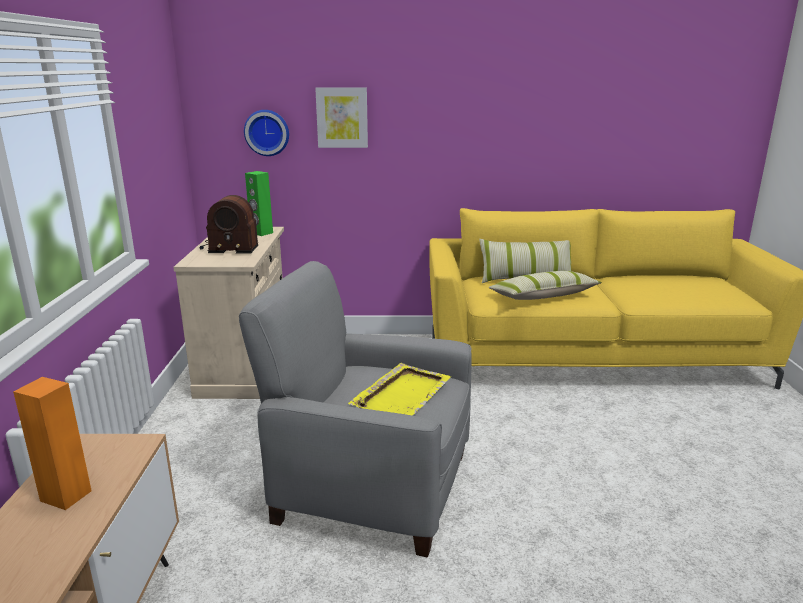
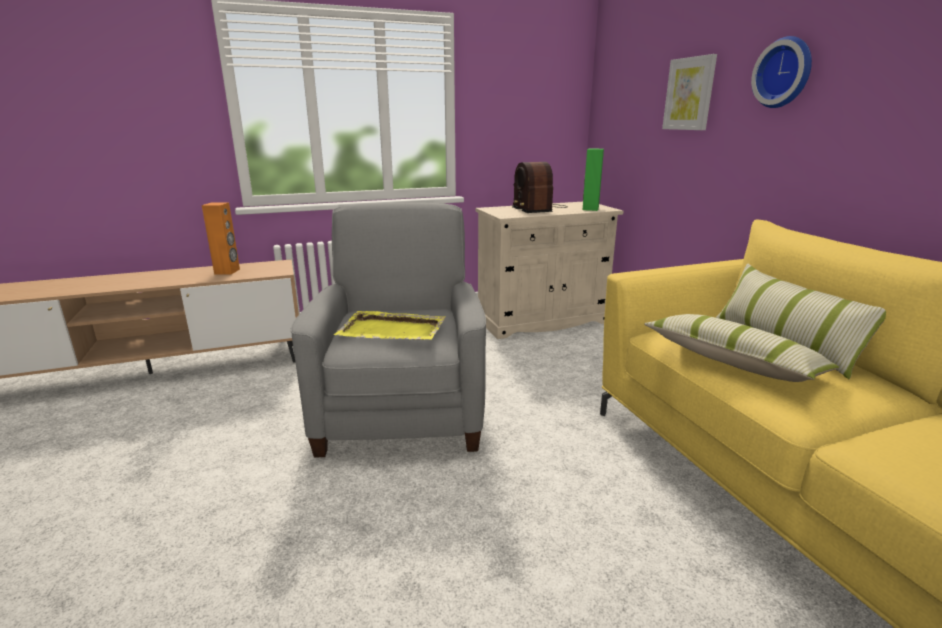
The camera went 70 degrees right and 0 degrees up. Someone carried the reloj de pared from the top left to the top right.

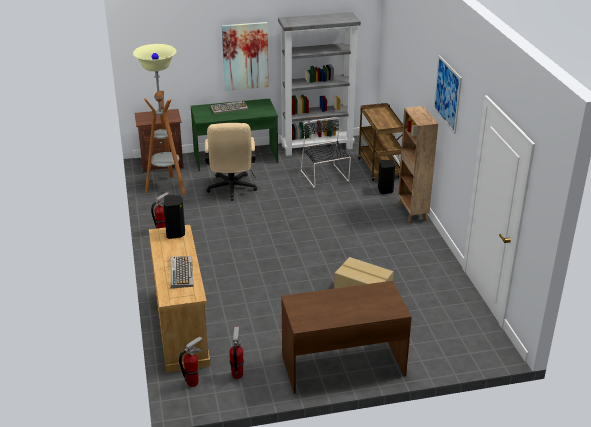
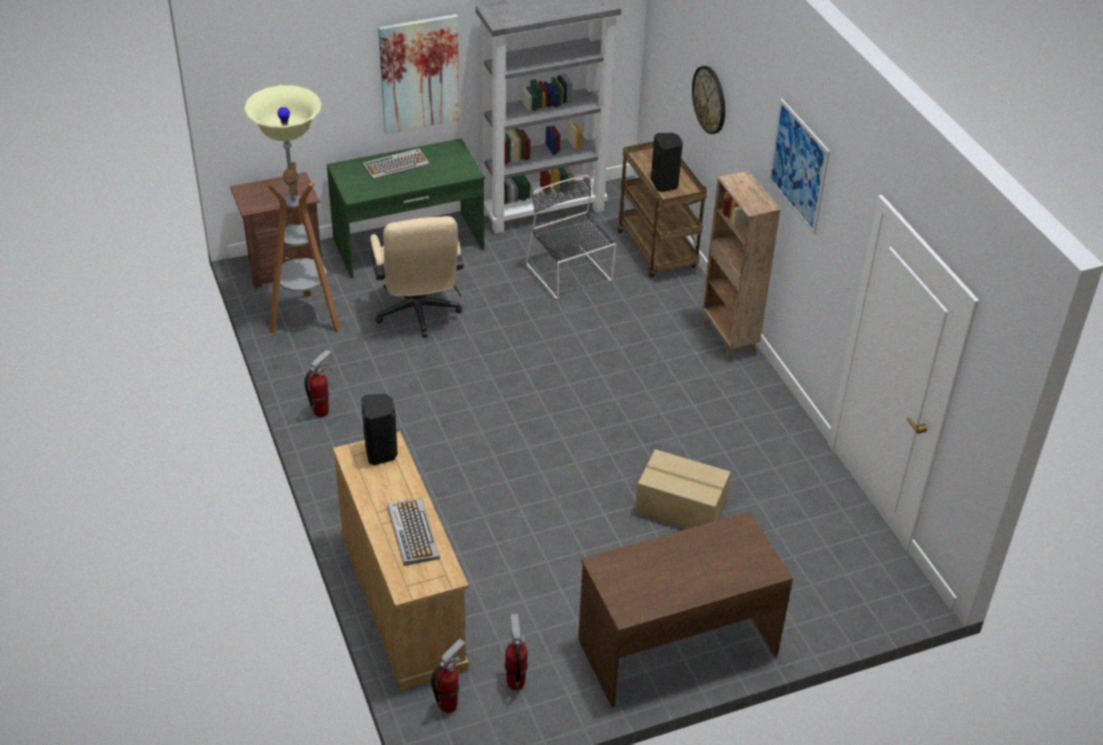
The camera went 10 degrees left and 10 degrees up. Someone carried the altavoz [negro] (2nd from left) from the centre to the top centre. Someone put up the reloj de pared at the top centre.

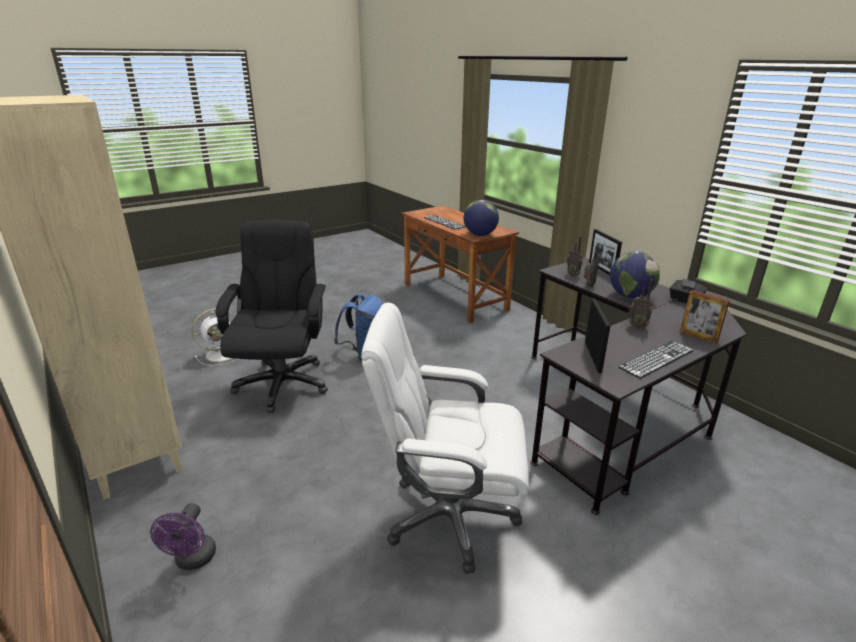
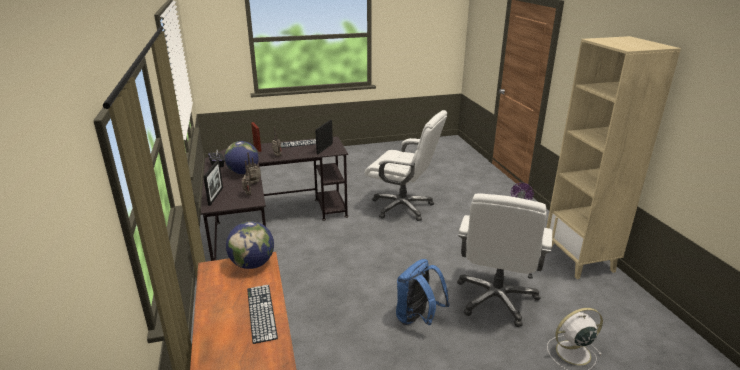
The camera went 160 degrees left and 0 degrees up. Someone repainted the silla de oficina [negro] at the middle left, which became the silla de oficina [blanco] (2nd from left) at the bottom right.

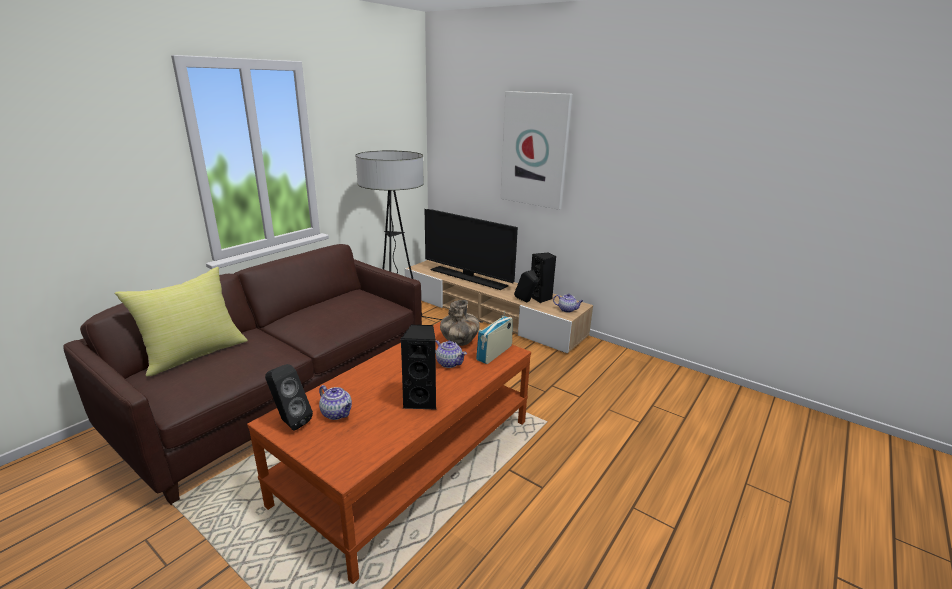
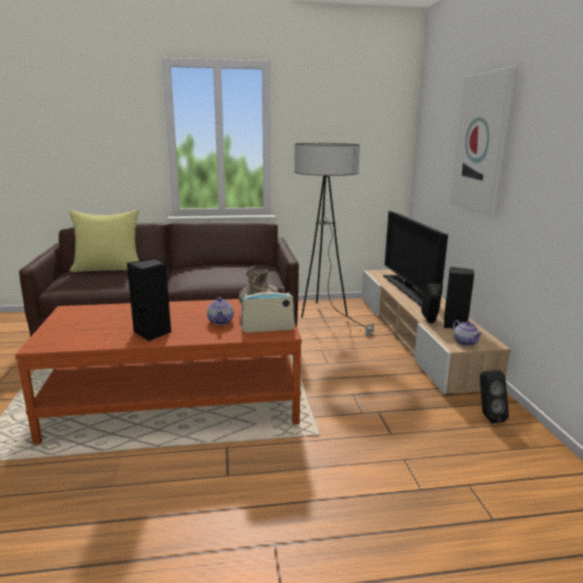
The camera went 45 degrees right and 5 degrees down. Someone carried the altavoz [negro] (1st from left in the first image) from the bottom left to the bottom right. Someone took away the tetera (1st from left) at the bottom centre.

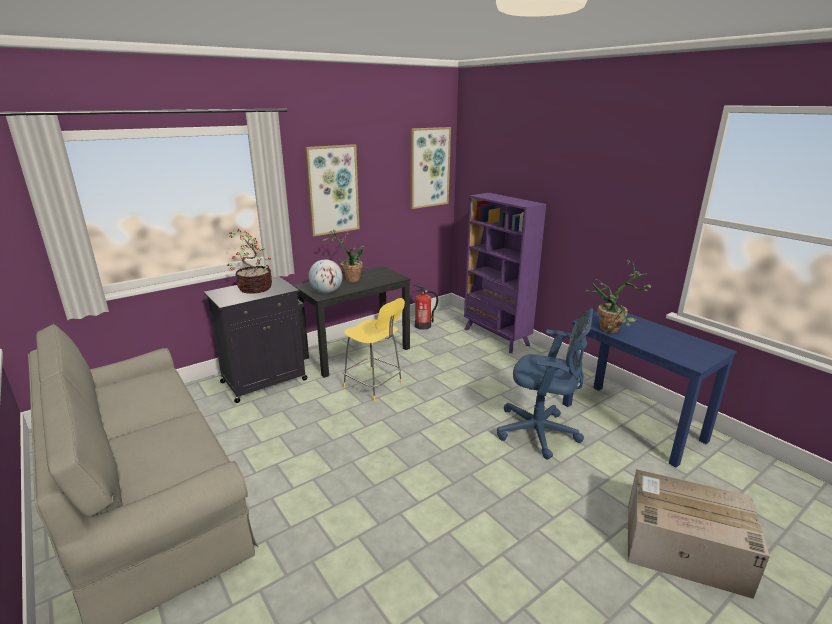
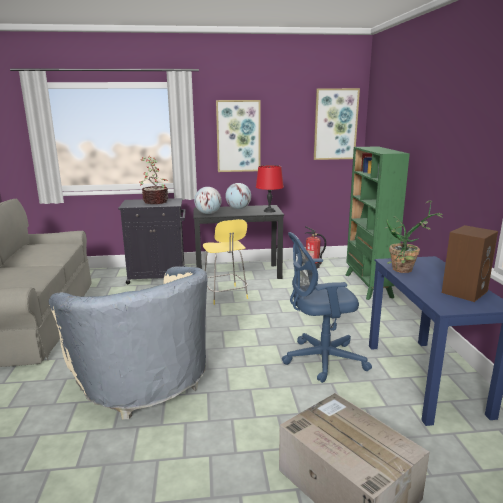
The camera went 30 degrees right and 5 degrees down. Someone repainted the estantería [morado] at the centre, which became the estantería [verde] at the middle right. Someone swapped the planta en maceta (2nd from left) at the centre for the globo terráqueo (2nd from left) at the centre. Someone rotated the silla de oficina [azul] at the centre by 120 degrees clockwise. Someone put down the lámpara de mesa [rojo] at the centre. Someone put down the altavoz [marrón] at the middle right. Someone put down the sillón [beis] at the bottom left.

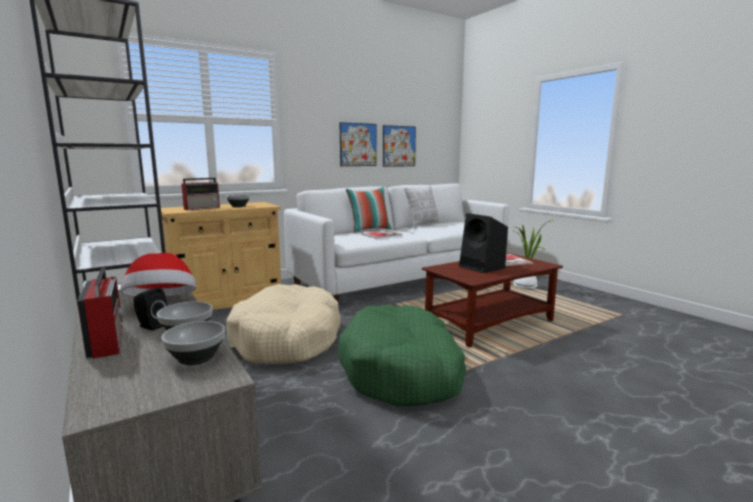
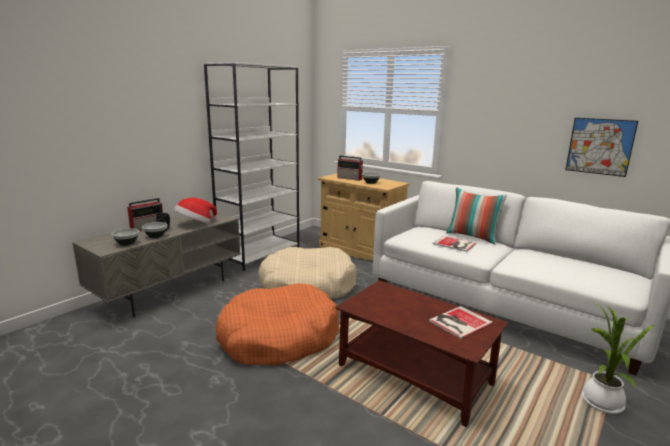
The camera went 70 degrees right and 5 degrees up. Someone took away the cuadro (1st from left) at the top centre. Someone took away the cojín (2nd from left) at the centre. Someone took away the altavoz [negro] (2nd from left) at the centre. Someone repainted the cama para perro [verde] at the bottom centre, which became the cama para perro [naranja] at the bottom centre.

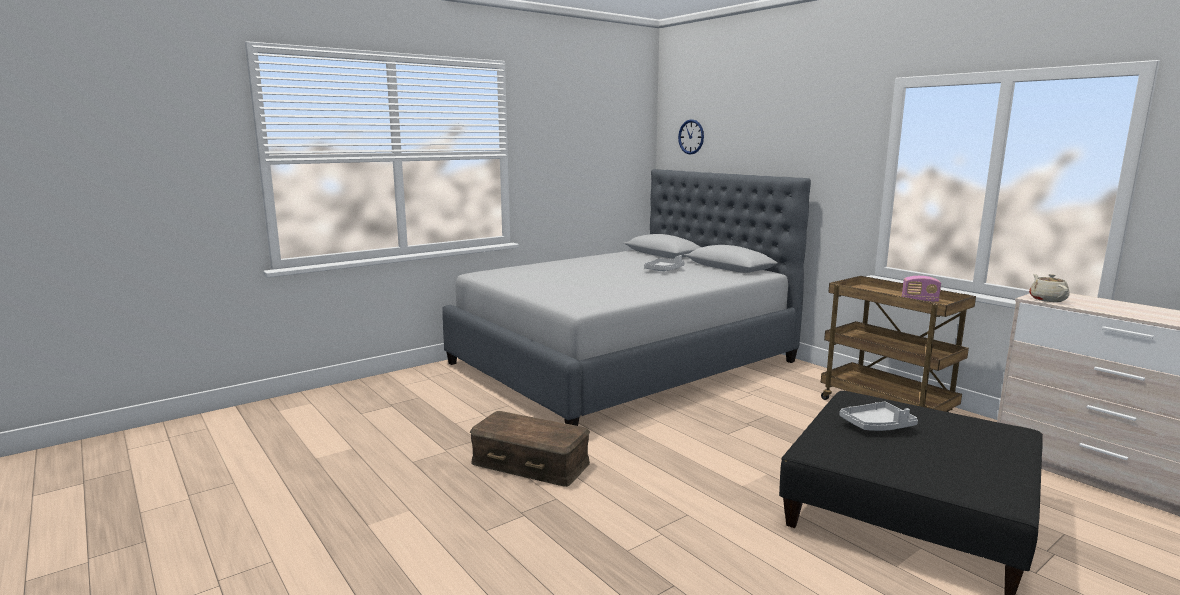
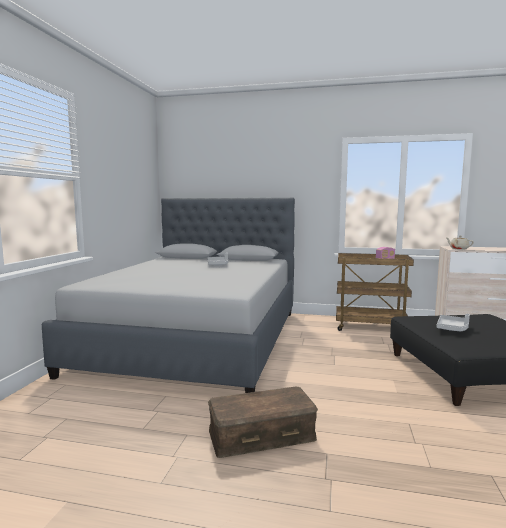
The camera went 40 degrees left and 5 degrees down. Someone took away the reloj de pared at the top centre.

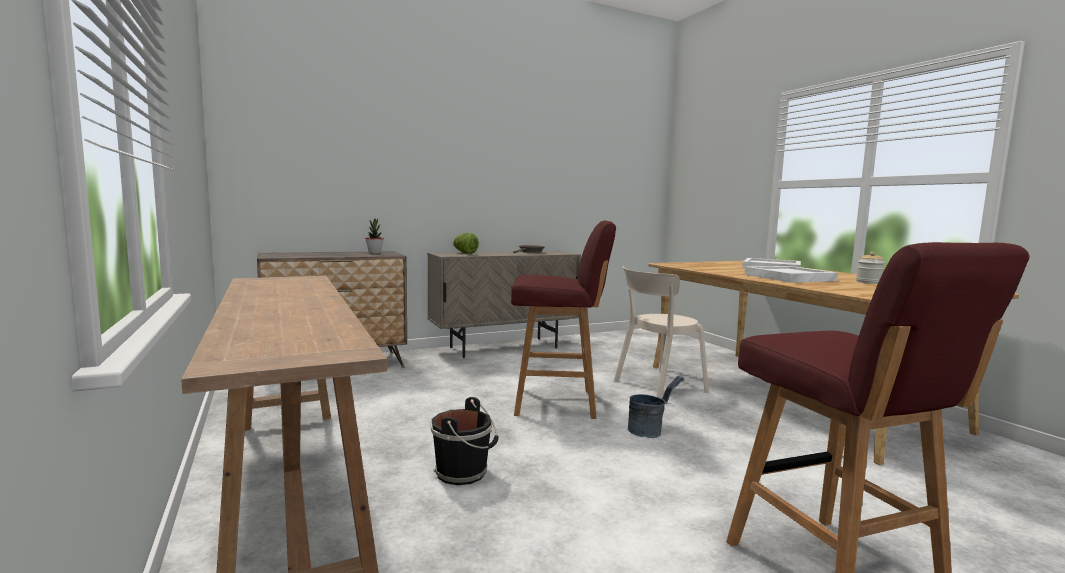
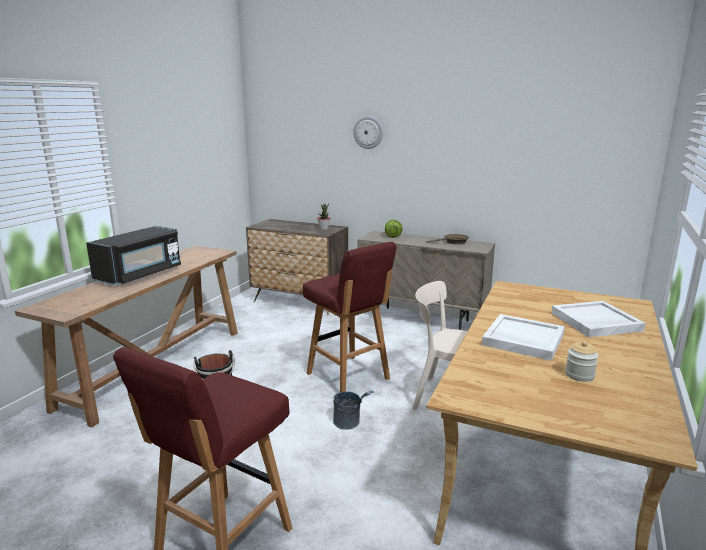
The camera went 50 degrees right and 10 degrees up. Someone put up the reloj de pared at the top centre. Someone put down the microondas [negro] at the middle left.

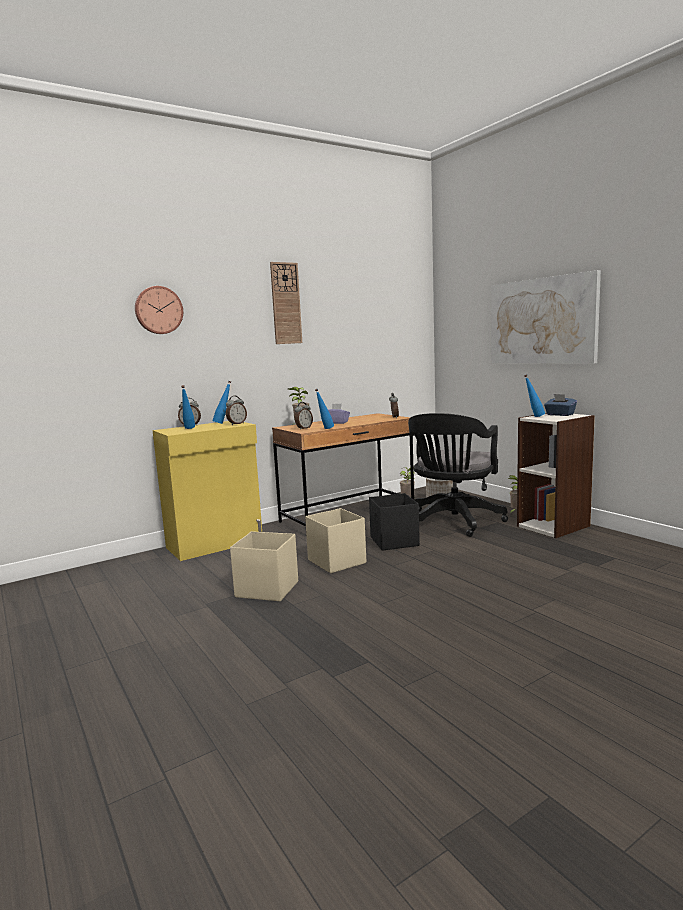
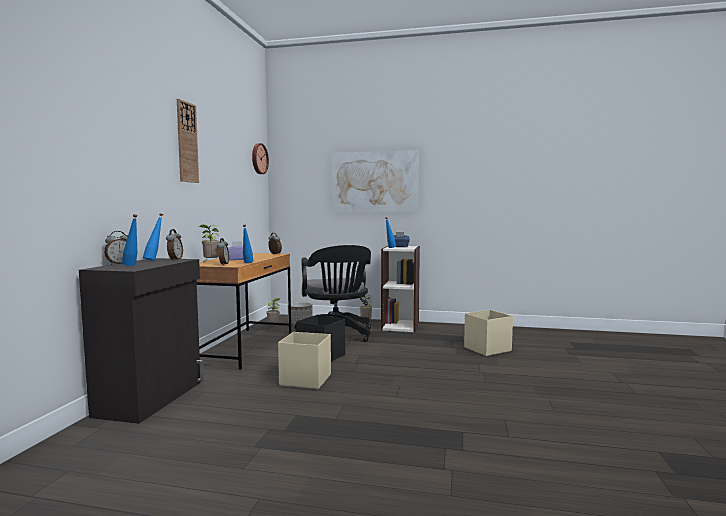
The camera went 45 degrees left and 5 degrees down. Someone carried the reloj de pared (1st from left in the first image) from the middle left to the top centre. Someone repainted the armario [amarillo] at the middle left, which became the armario [negro] at the middle left. Someone carried the caja de almacenaje [beis] (1st from left in the first image) from the centre to the middle right.

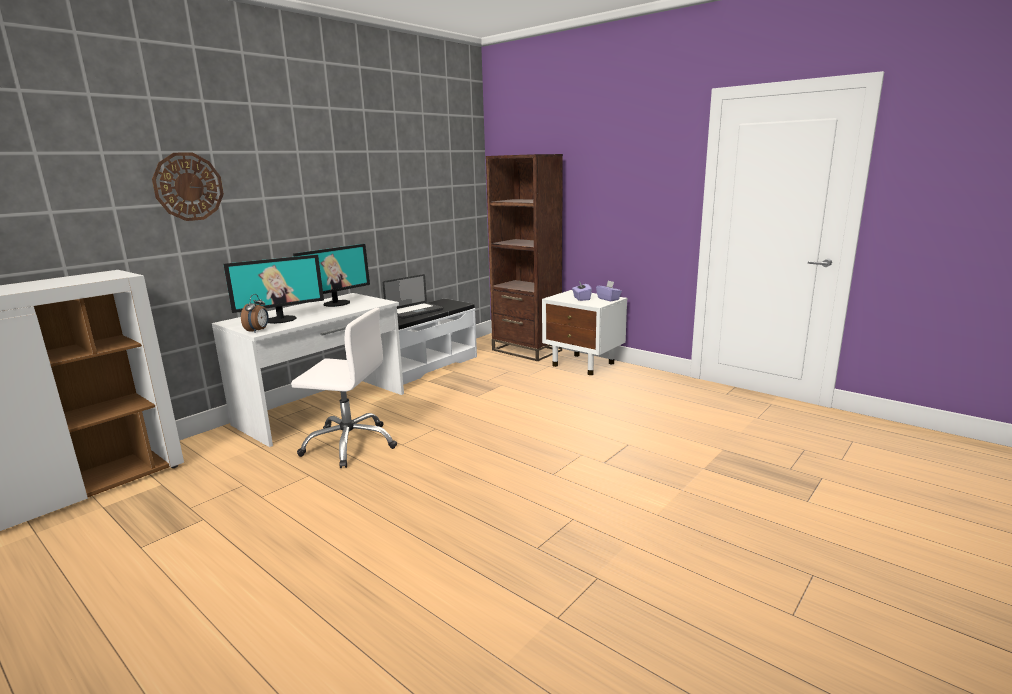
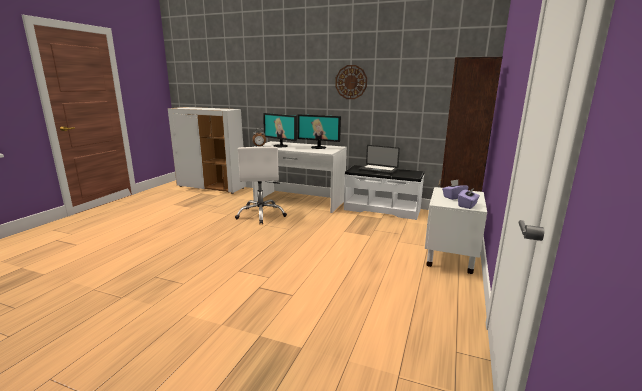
The camera went 70 degrees right and 0 degrees up. Someone carried the reloj de pared from the top left to the top centre.

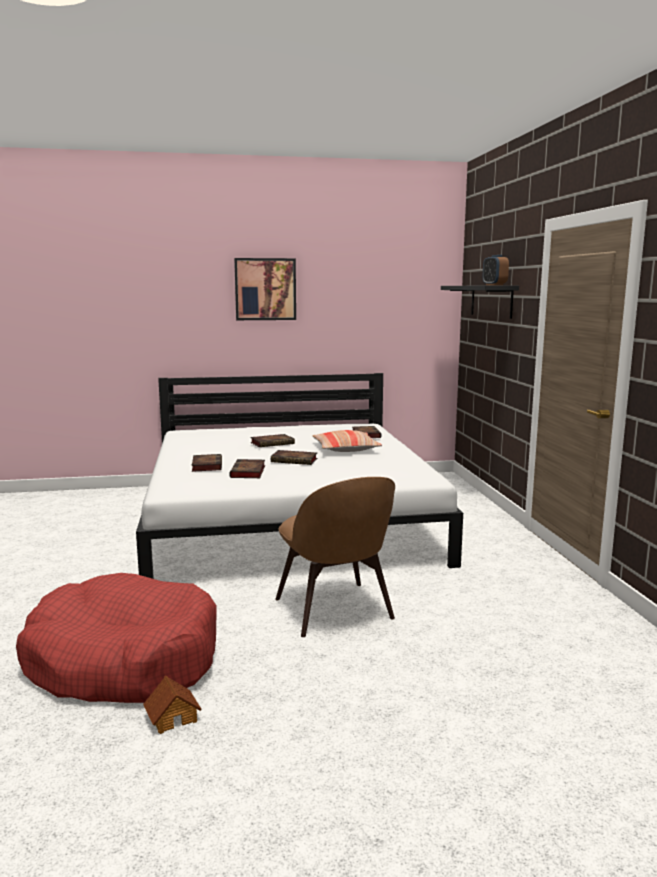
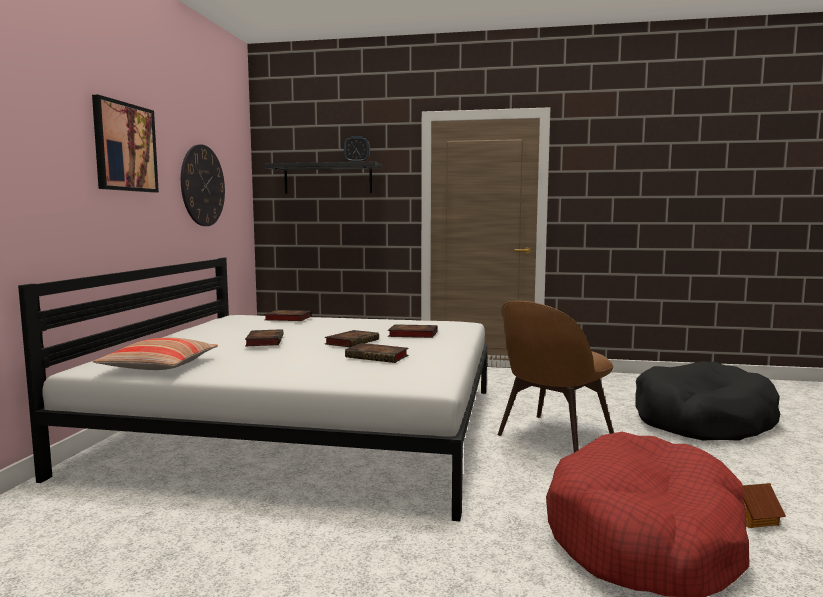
The camera went 70 degrees left and 5 degrees down. Someone carried the cojín from the centre to the middle left. Someone carried the libro (1st from left in the first image) from the middle left to the centre. Someone rotated the silla [marrón] at the centre by 135 degrees clockwise. Someone put up the reloj de pared at the top left. Someone put down the cama para perro [negro] at the bottom right.

